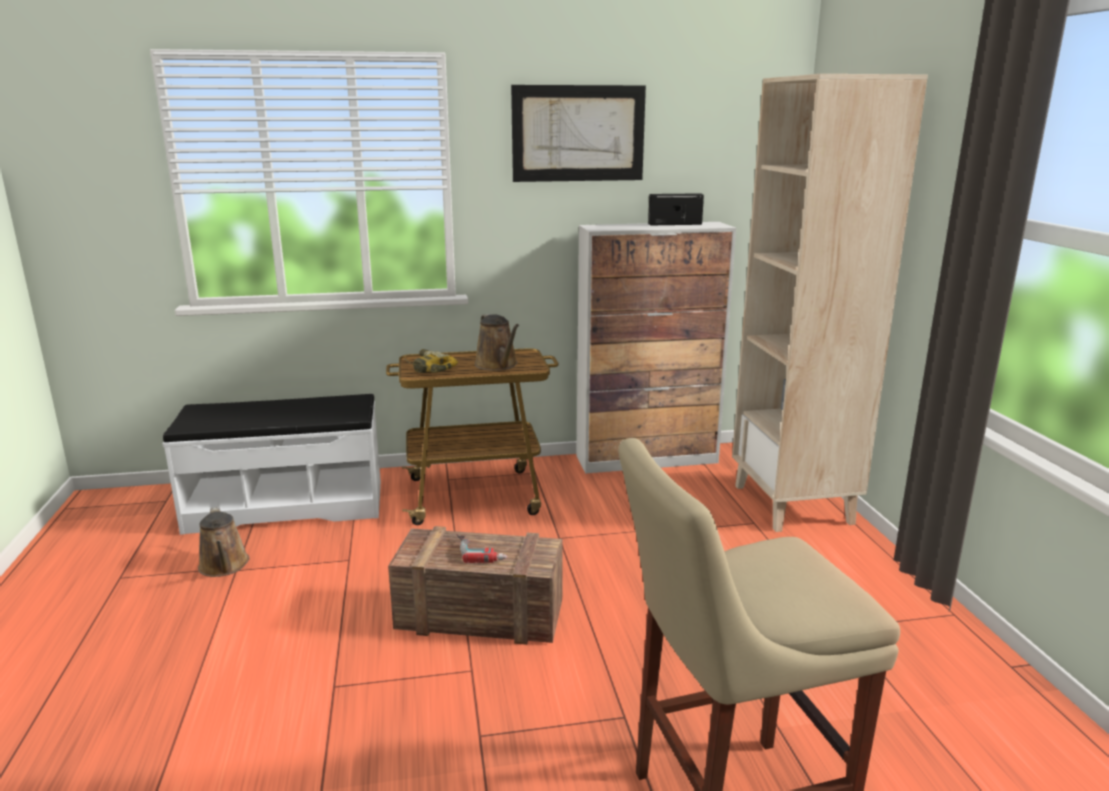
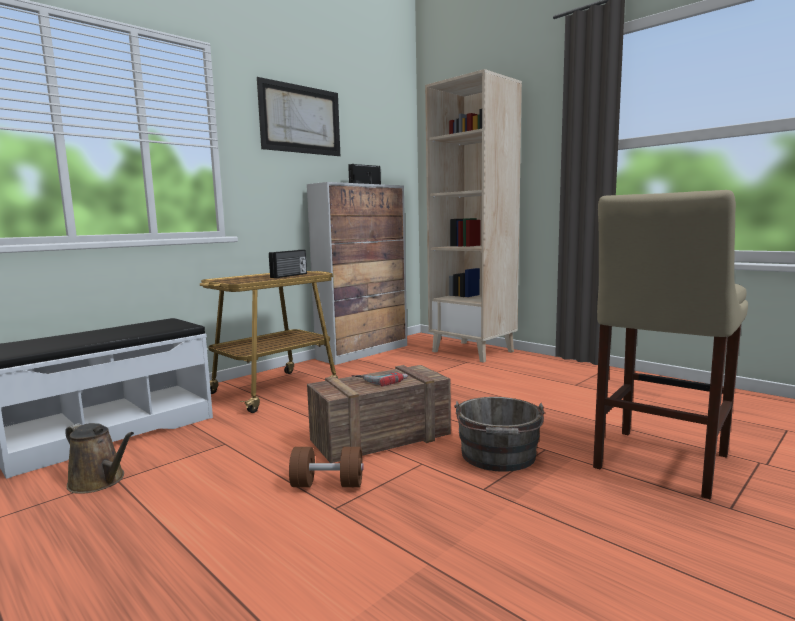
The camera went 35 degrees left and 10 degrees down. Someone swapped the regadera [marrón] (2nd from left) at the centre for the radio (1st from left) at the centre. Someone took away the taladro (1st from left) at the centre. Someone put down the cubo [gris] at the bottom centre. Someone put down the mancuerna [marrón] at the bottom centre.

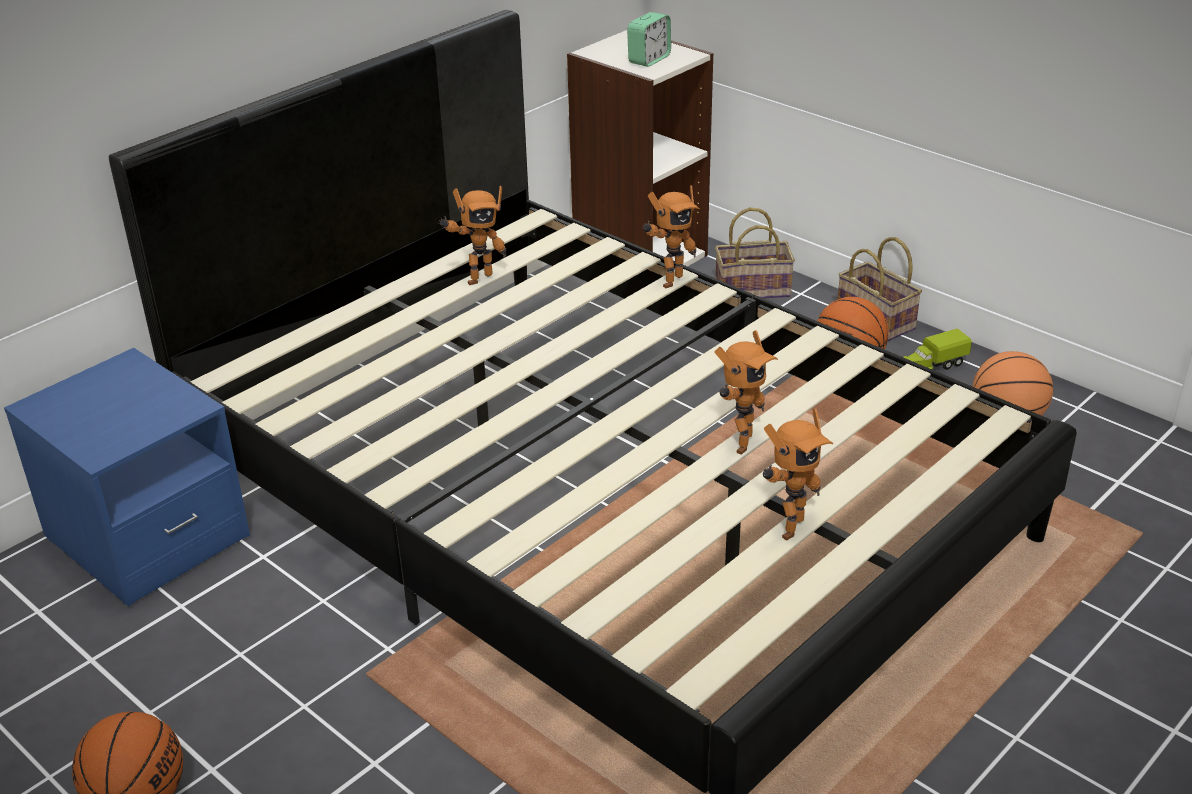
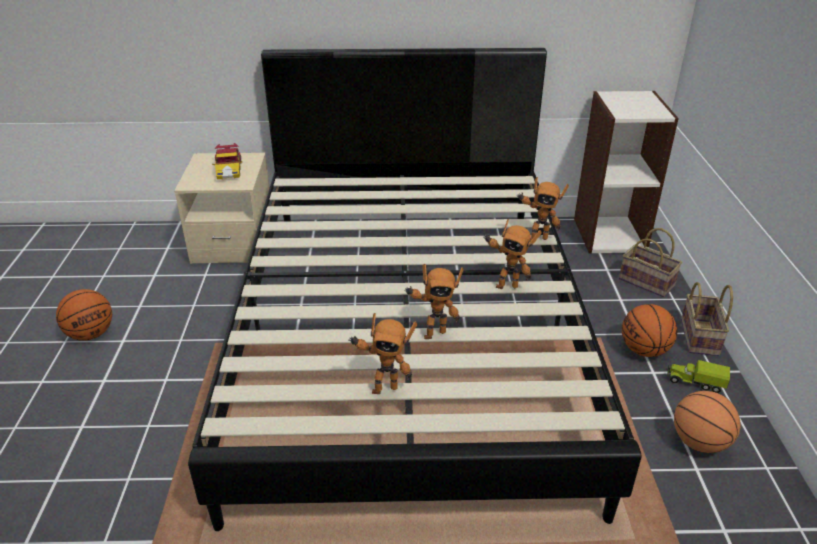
The camera went 45 degrees right and 0 degrees up. Someone took away the despertador at the top centre. Someone carried the robot de juguete (1st from left in the first image) from the top centre to the centre. Someone repainted the mesita de noche [azul] at the middle left, which became the mesita de noche [beis] at the middle left. Someone put down the coche de juguete at the top left.

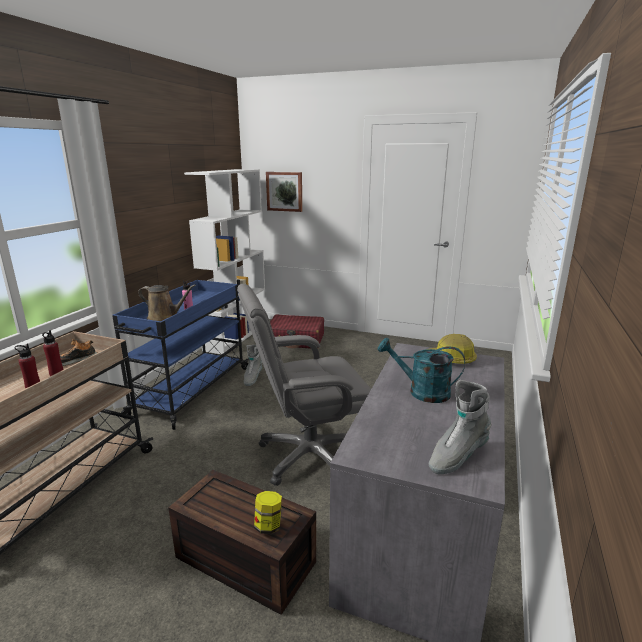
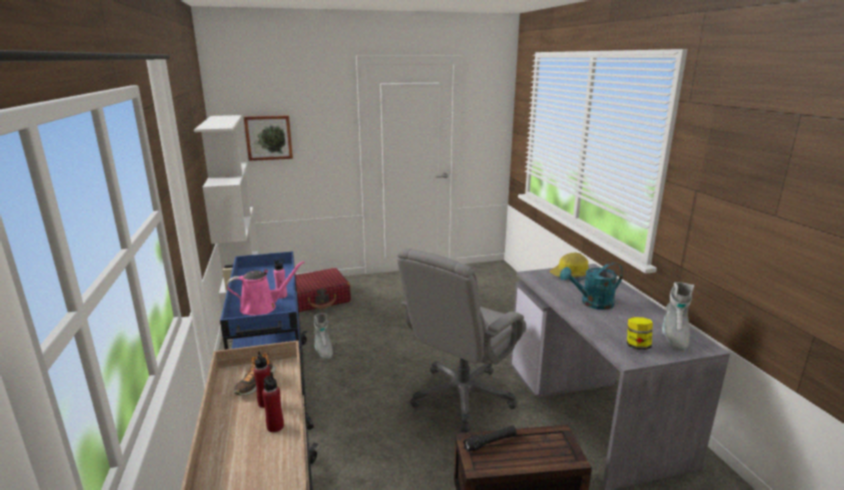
The camera went 35 degrees left and 0 degrees up. Someone repainted the regadera [marrón] at the middle left, which became the regadera [rosa] at the middle left. Someone carried the tarro from the bottom centre to the bottom right. Someone put down the linterna [negro] at the bottom centre.

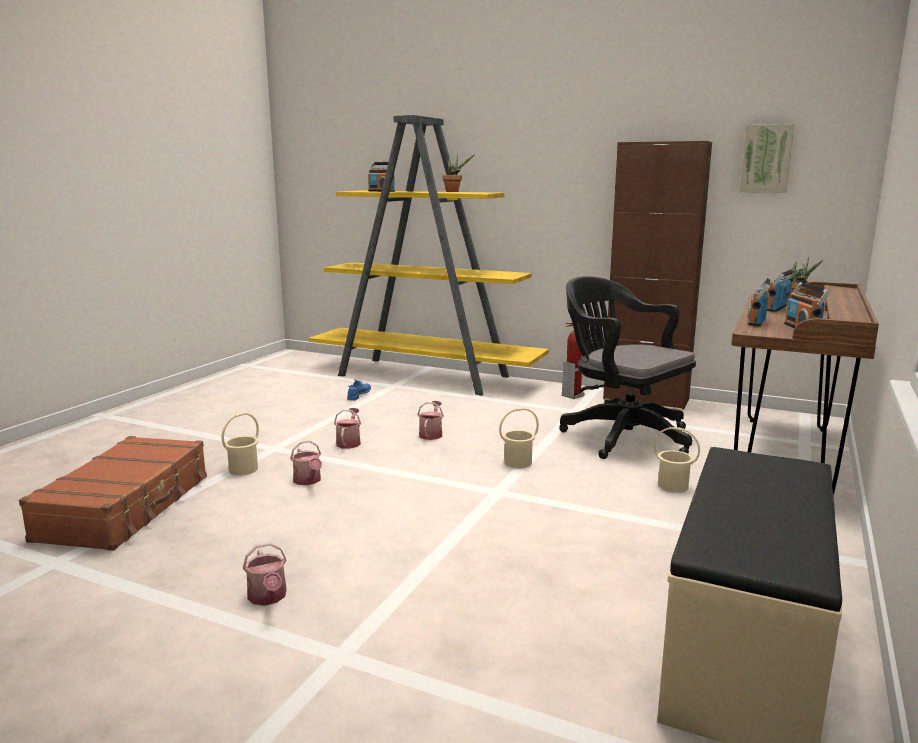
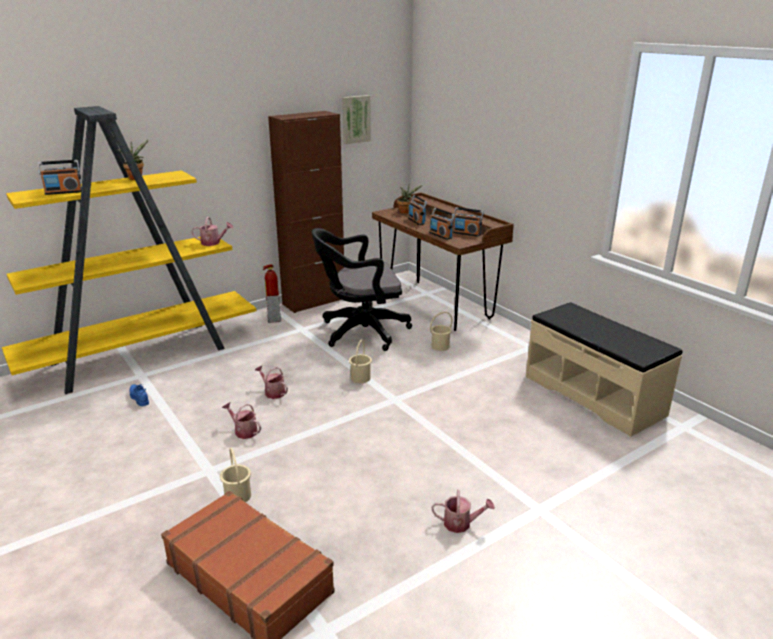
The camera went 60 degrees left and 10 degrees up. Someone carried the regadera (2nd from left in the first image) from the centre to the middle left.

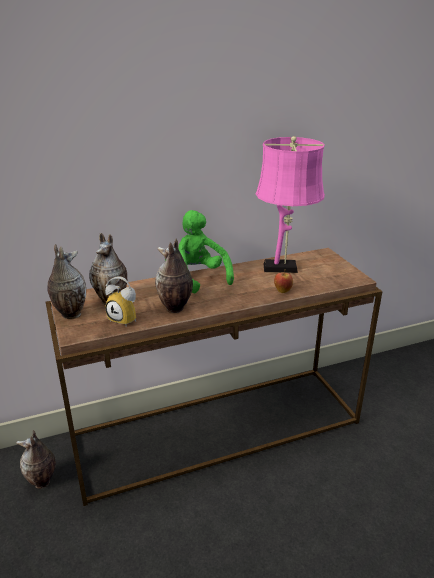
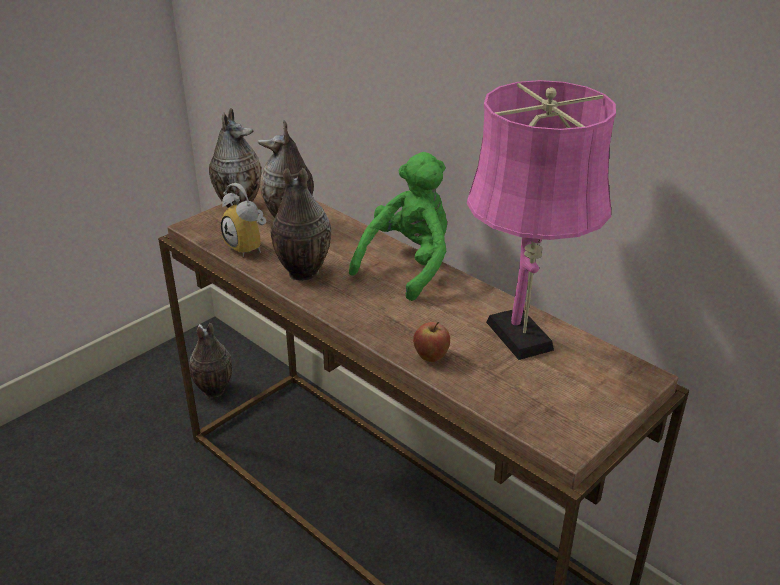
The camera went 65 degrees right and 5 degrees up. Someone rotated the despertador at the middle left by 45 degrees counterclockwise.

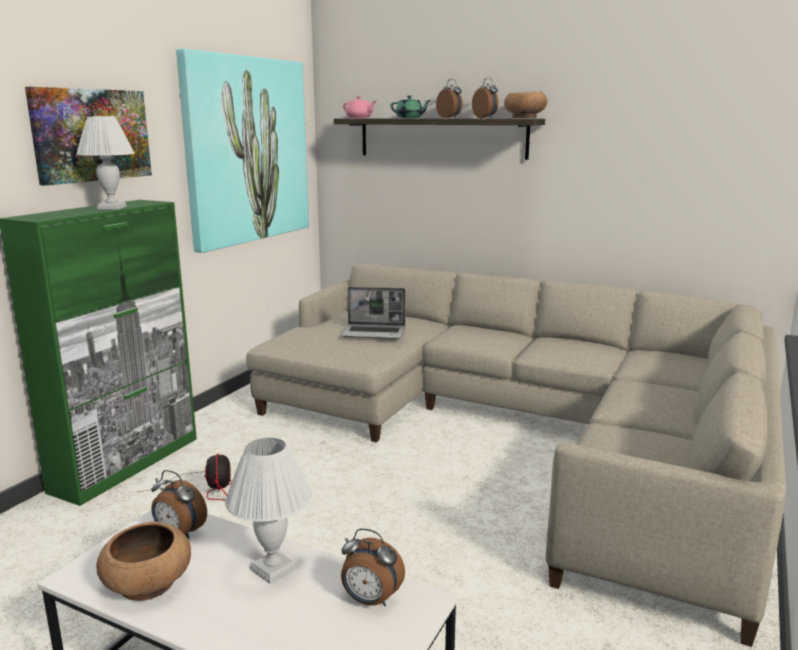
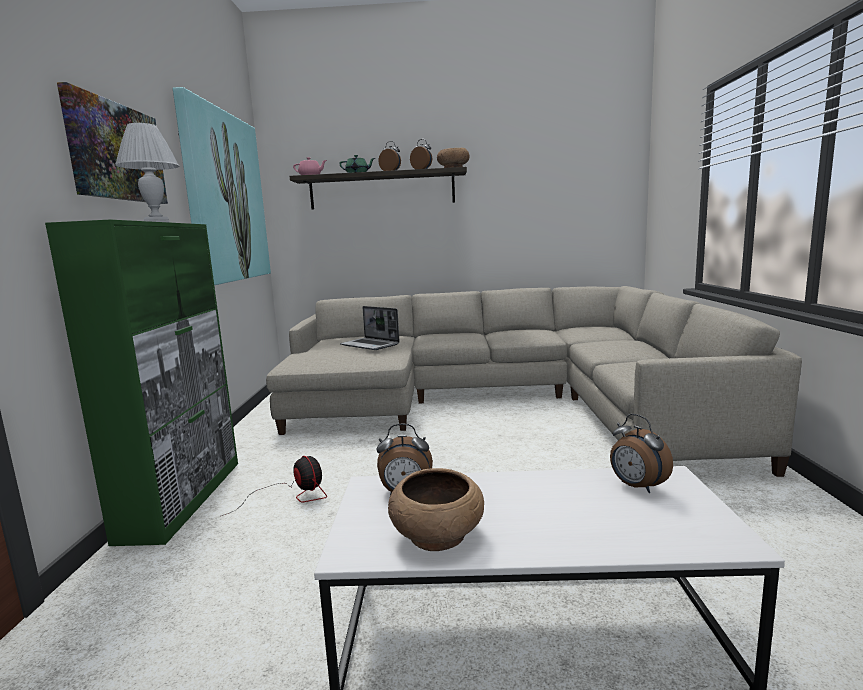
The camera went 25 degrees left and 5 degrees down. Someone rotated the portátil at the centre by 60 degrees clockwise. Someone took away the lámpara de mesa [blanco] (2nd from left) at the bottom centre. Someone rotated the despertador (2nd from left in the first image) at the bottom centre by 60 degrees clockwise.

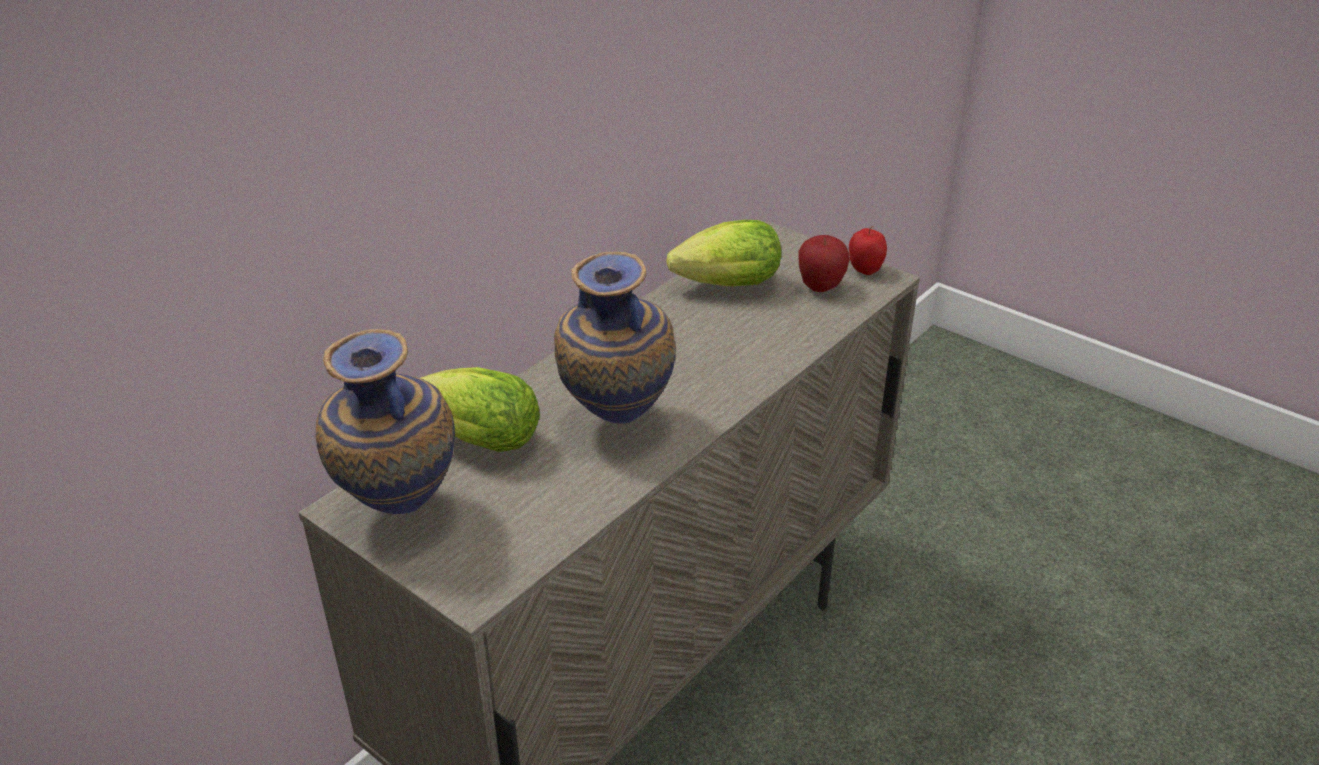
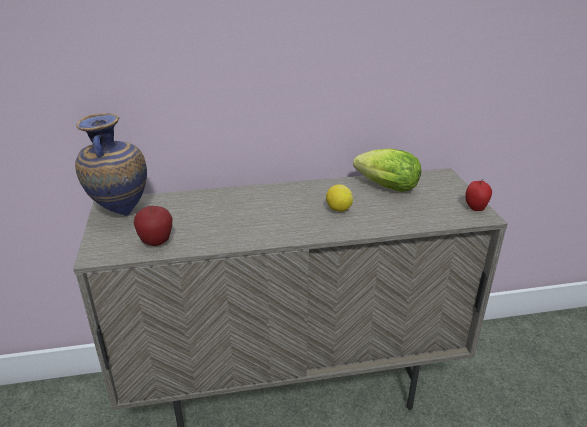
The camera went 40 degrees right and 5 degrees down. Someone carried the manzana (1st from left) from the centre to the middle left. Someone took away the florero (2nd from left) at the centre. Someone took away the lechuga (1st from left) at the centre. Someone put down the limón at the centre.

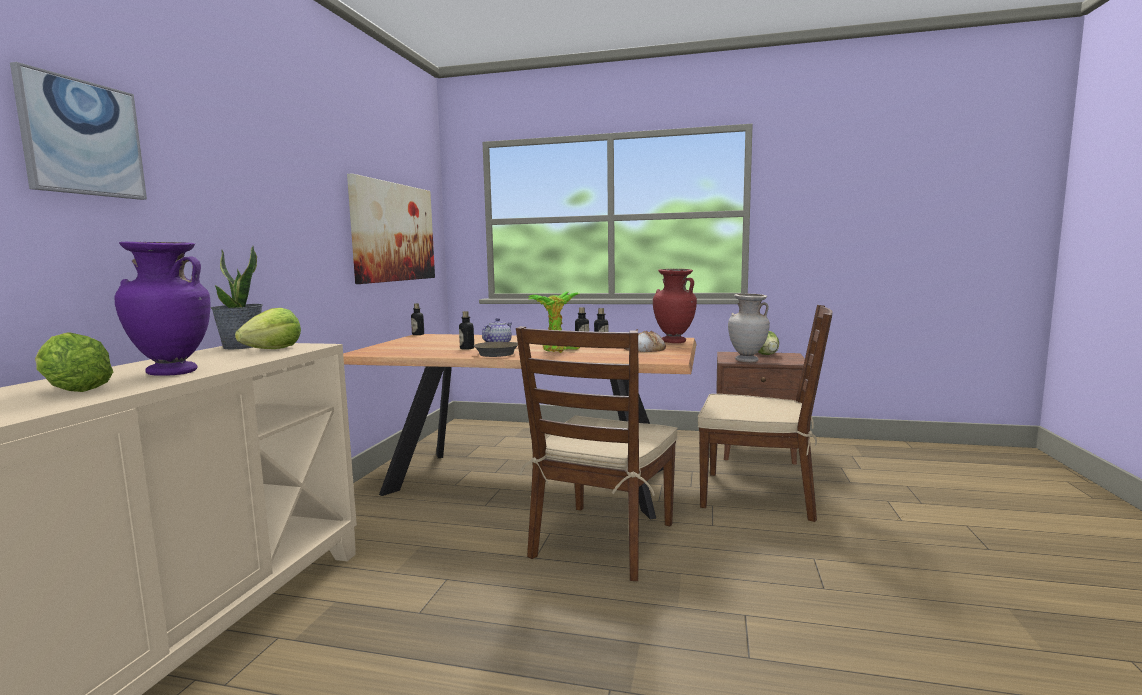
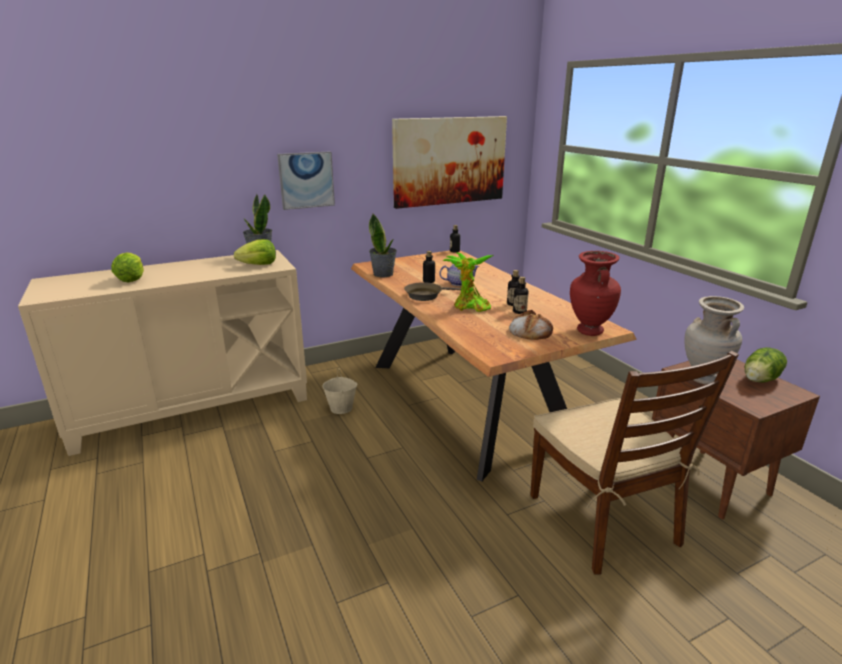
The camera went 50 degrees right and 15 degrees up. Someone carried the cuadro (1st from left) from the top left to the top centre. Someone took away the florero [morado] at the middle left. Someone took away the silla [marrón] (1st from left) at the centre. Someone put down the planta en maceta (2nd from left) at the centre. Someone put down the cubo [beis] at the centre.

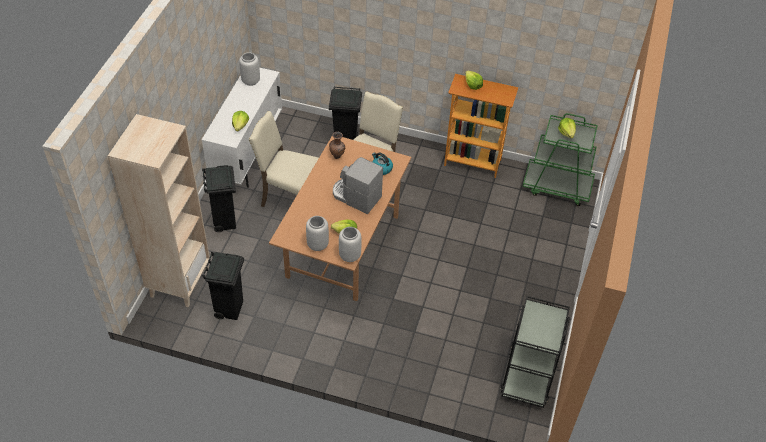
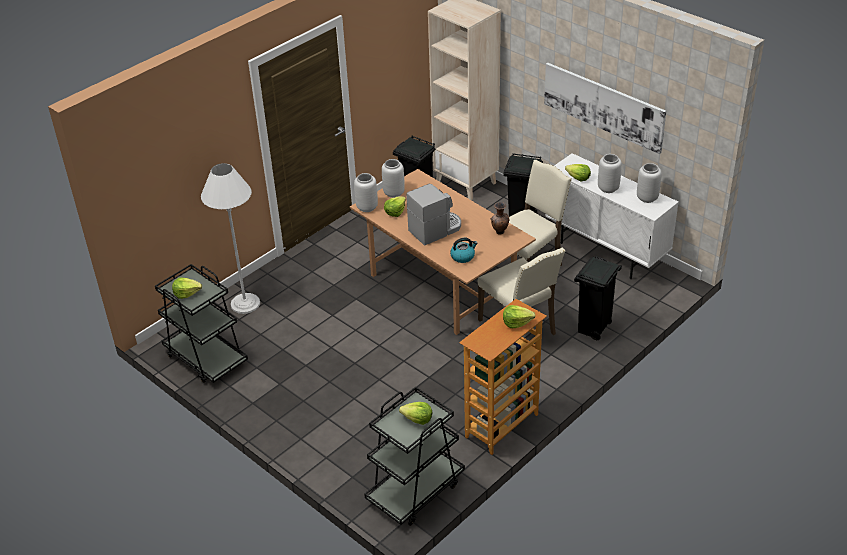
The camera went 120 degrees right and 10 degrees down. Someone repainted the carrito [verde] at the middle right, which became the carrito [negro] (2nd from left) at the bottom centre. Someone put up the cuadro at the top right. Someone put down the florero [gris] (3rd from left) at the top right. Someone put down the lámpara de pie [blanco] at the middle left. Someone put down the lechuga (1st from left) at the middle left.

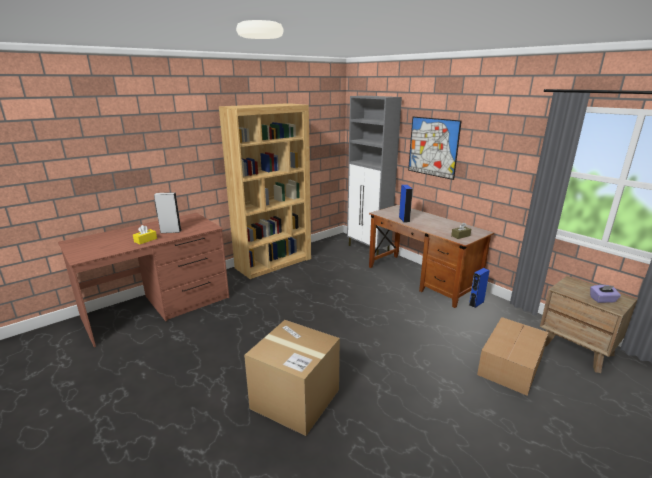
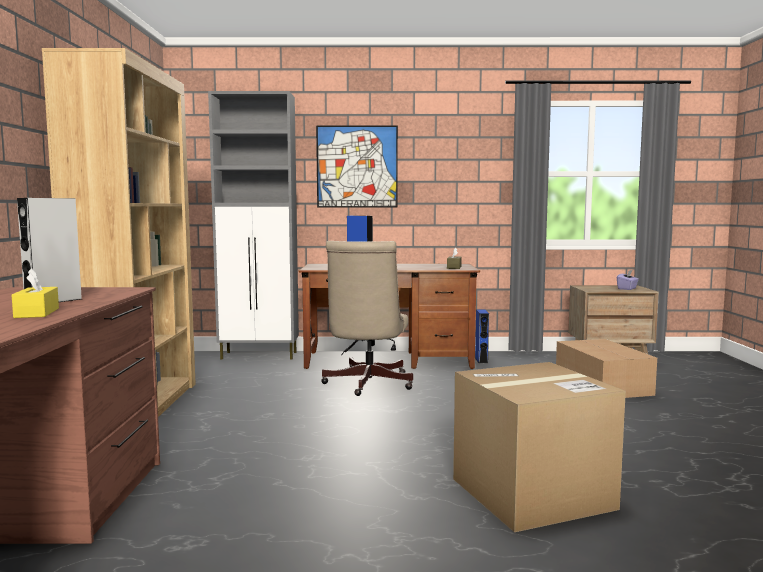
The camera went 50 degrees left and 15 degrees down. Someone put down the silla de oficina [beis] at the centre.

